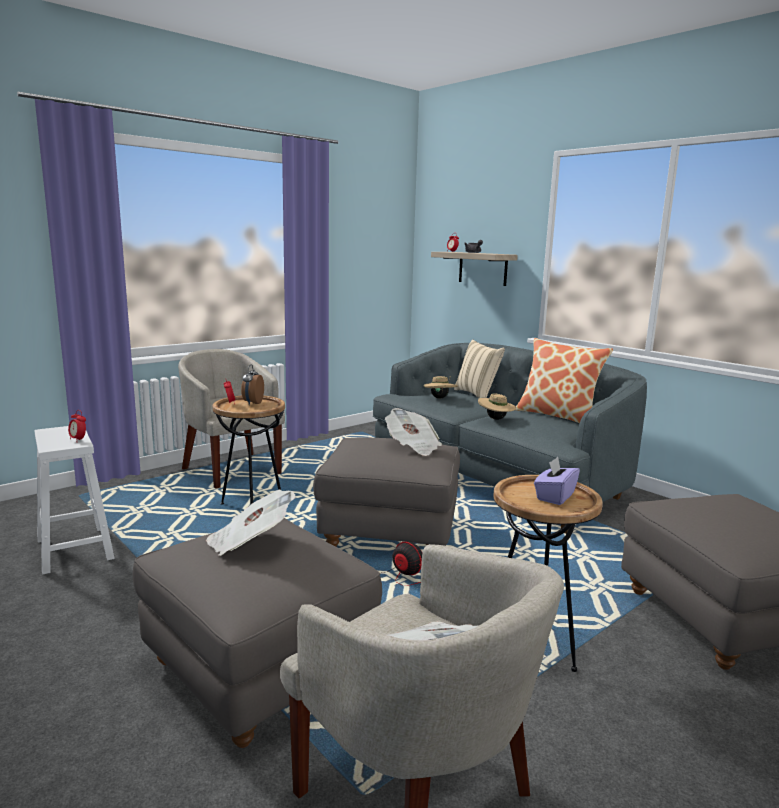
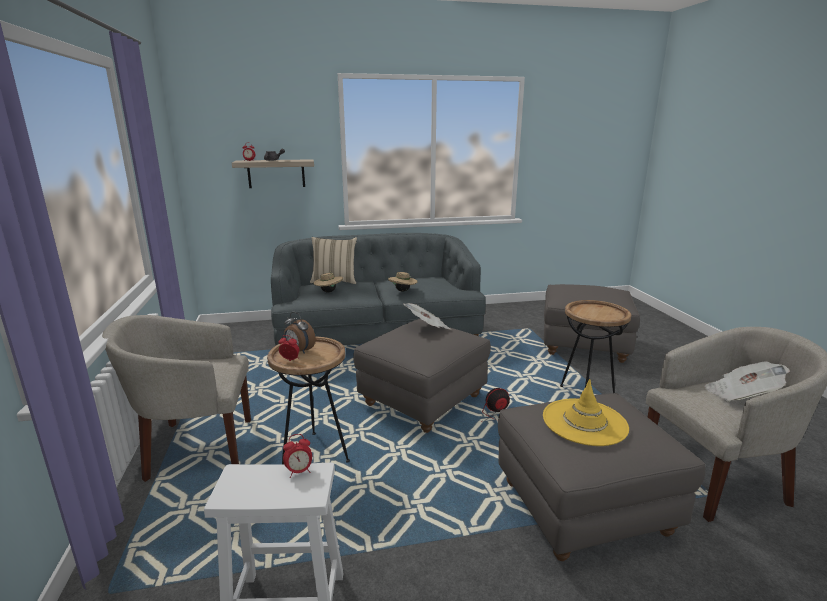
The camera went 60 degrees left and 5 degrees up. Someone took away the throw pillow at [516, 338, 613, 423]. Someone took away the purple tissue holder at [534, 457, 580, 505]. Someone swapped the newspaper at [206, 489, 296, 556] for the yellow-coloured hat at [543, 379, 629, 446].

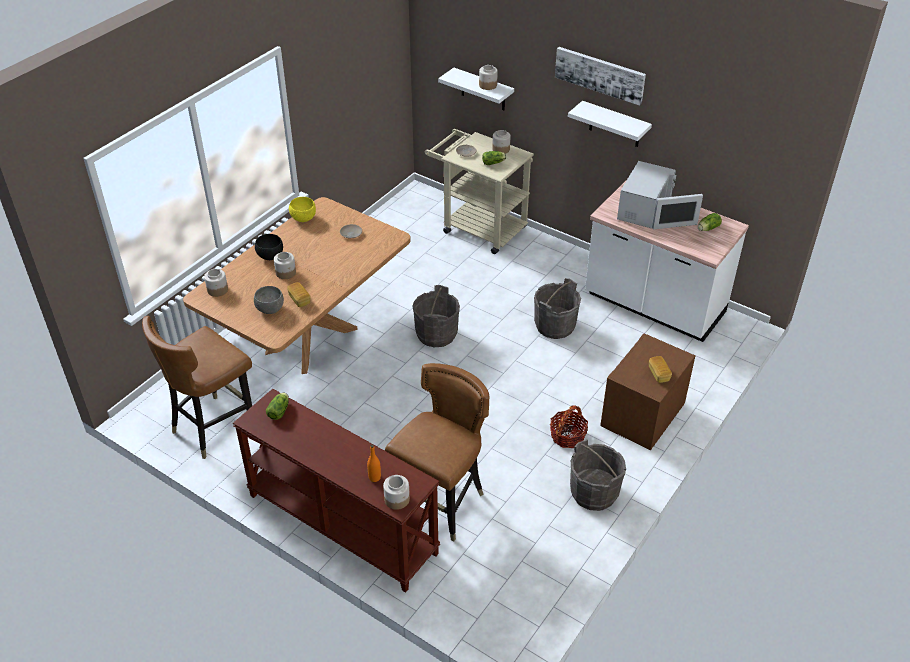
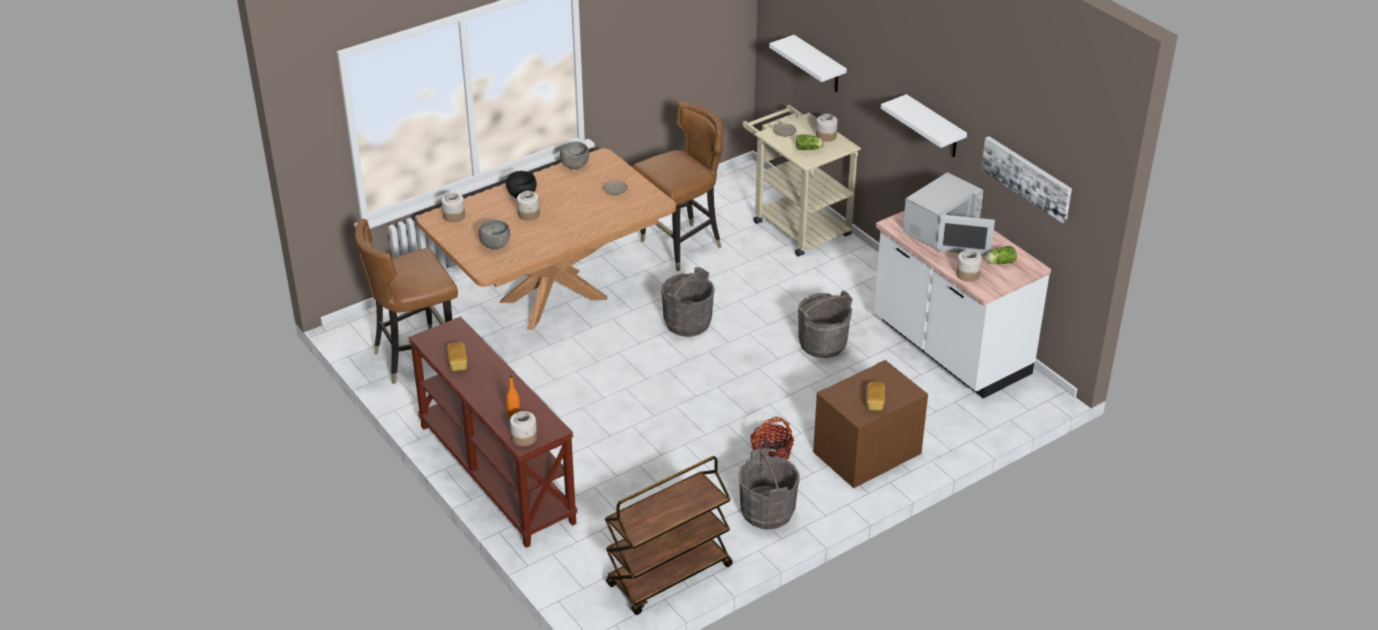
The camera went 20 degrees right and 5 degrees down. Someone took away the head of lettuce at [266, 393, 289, 420]. Someone put down the brown cart at [605, 456, 733, 615]. Someone carried the bakery bread from [287, 282, 311, 307] to [447, 342, 467, 371]. Someone carried the brown plain chair from [385, 363, 489, 541] to [632, 102, 723, 271]. Someone carried the preserve jar from [479, 65, 498, 90] to [956, 250, 982, 282]. Someone carried the wall picture from [555, 47, 646, 106] to [981, 136, 1072, 223]. Someone repainted the yellow-coloured bowl at [289, 197, 316, 222], which became the grey bowl at [560, 142, 589, 169].

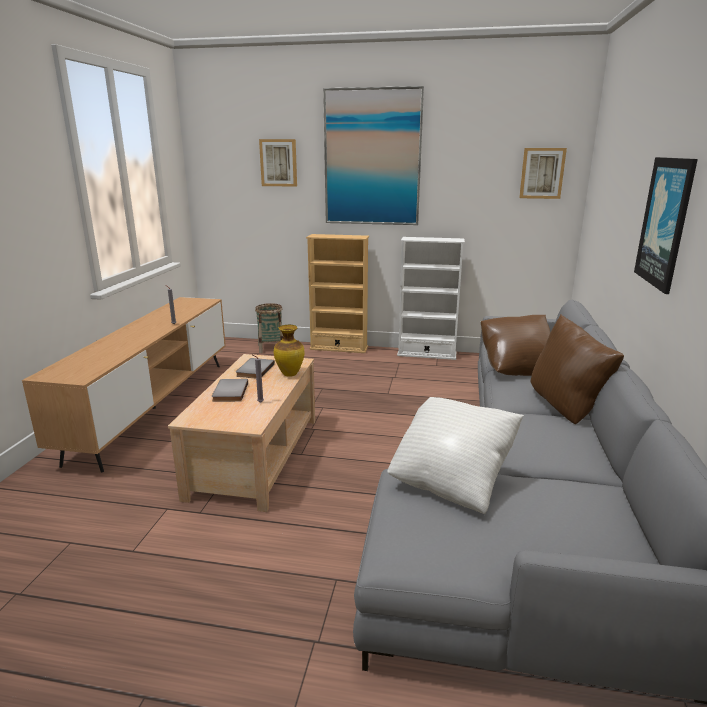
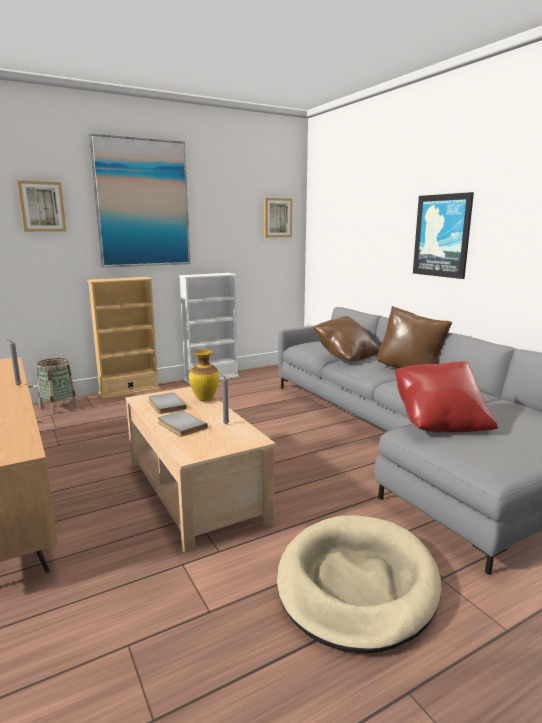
The camera went 40 degrees left and 5 degrees down. Someone put down the beige dog bed at [277, 515, 441, 653]. Someone repainted the white throw pillow at [387, 397, 524, 514], which became the red throw pillow at [395, 362, 498, 433].

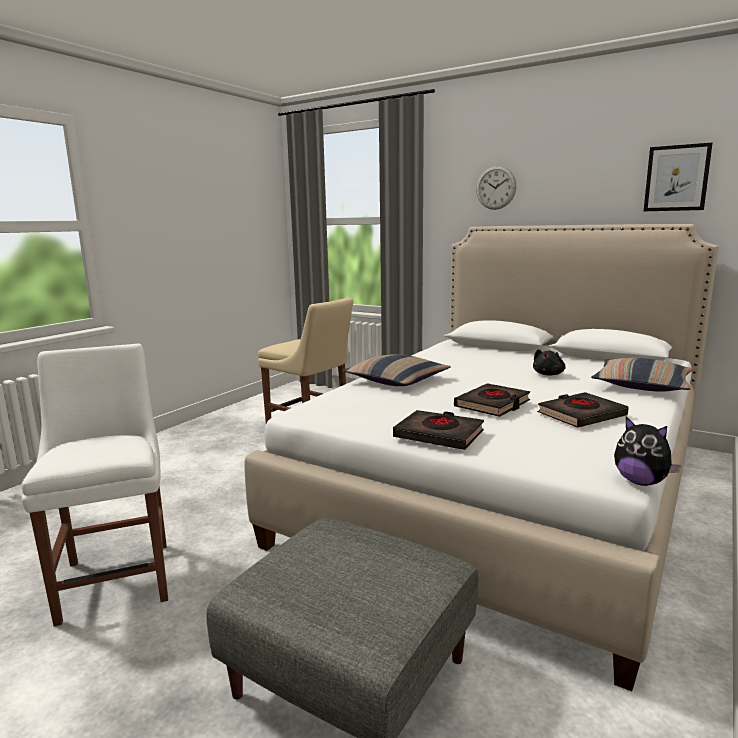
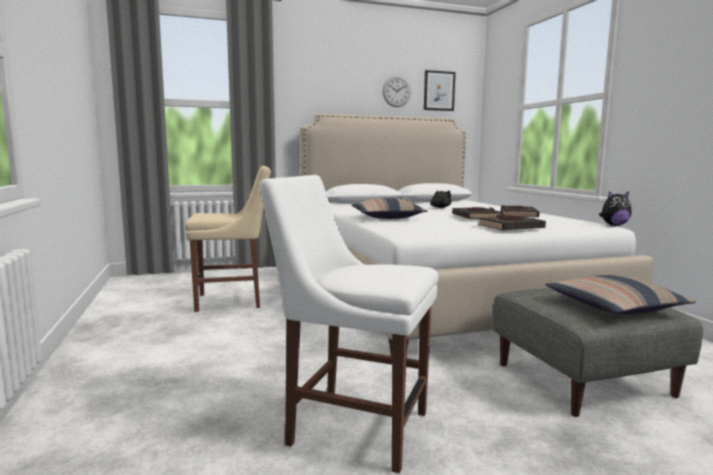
The camera went 50 degrees left and 5 degrees down. Someone carried the clock on the wall from [476, 166, 517, 210] to [383, 76, 411, 107]. Someone carried the throw pillow from [591, 358, 693, 392] to [545, 275, 696, 314].

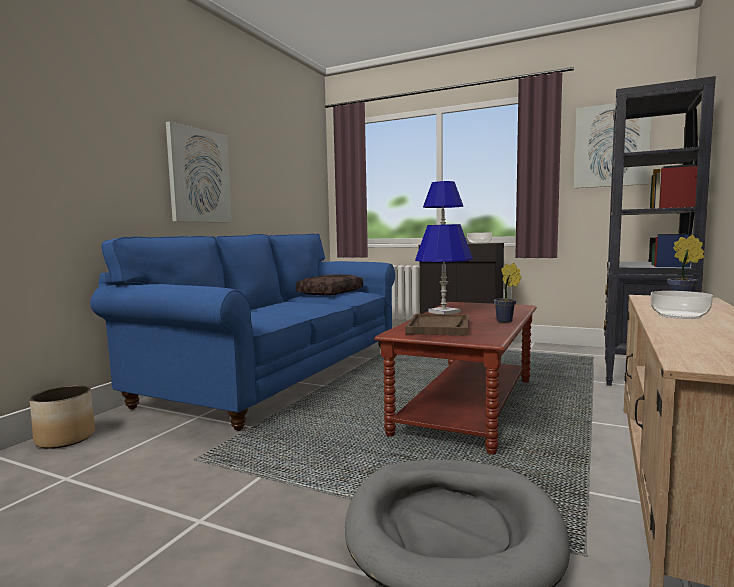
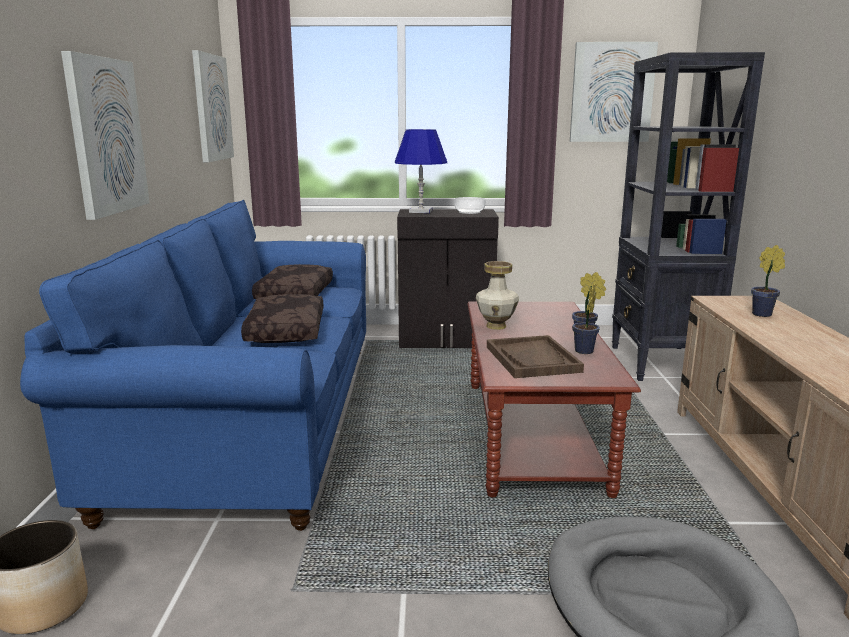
The camera went 25 degrees left and 10 degrees up. Someone took away the bowl at [651, 291, 713, 319]. Someone put up the wall picture at [192, 50, 234, 162]. Someone put down the brown throw pillow at [241, 294, 323, 343]. Someone put down the plant in a pot at [572, 284, 600, 354]. Someone swapped the blue-coloured tabletop lamp at [415, 224, 473, 314] for the vase at [476, 261, 519, 330].

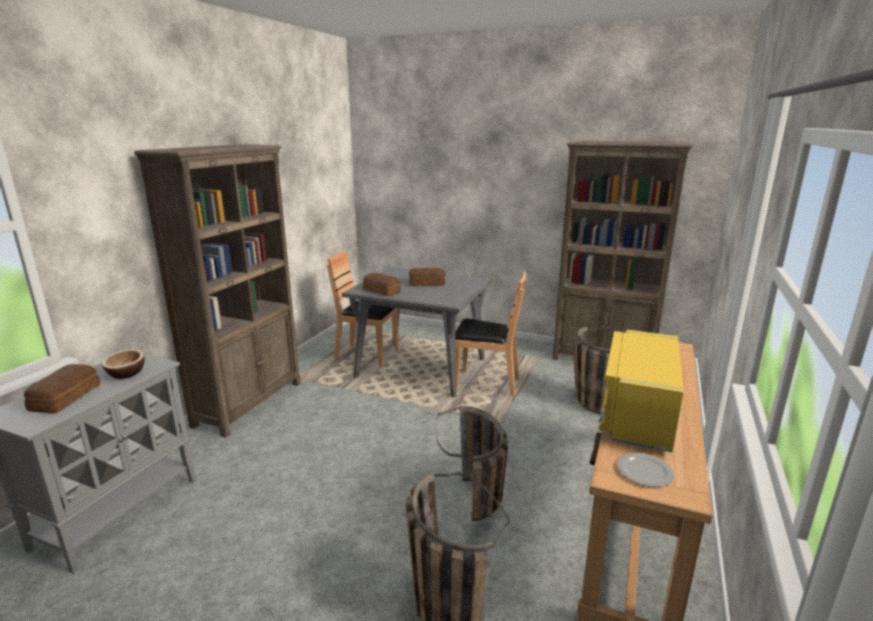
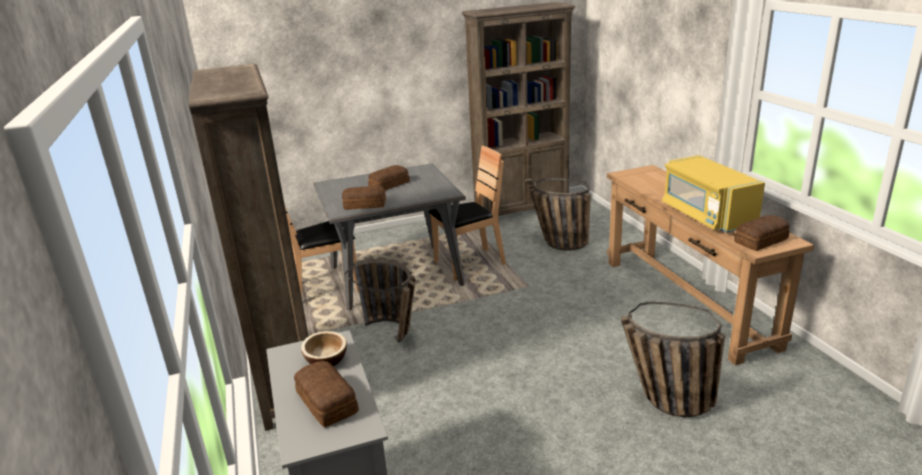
The camera went 40 degrees left and 5 degrees up. Someone carried the storage basket from [436, 406, 508, 521] to [344, 258, 416, 343]. Someone swapped the plate at [617, 453, 674, 487] for the bakery bread at [734, 215, 790, 251].

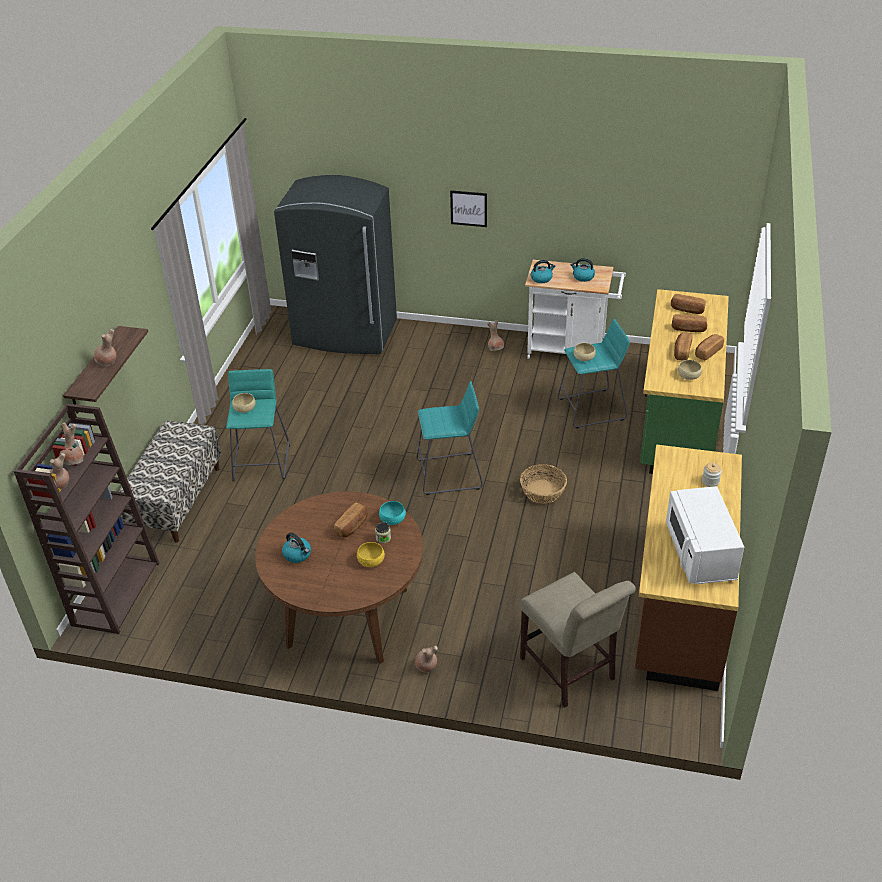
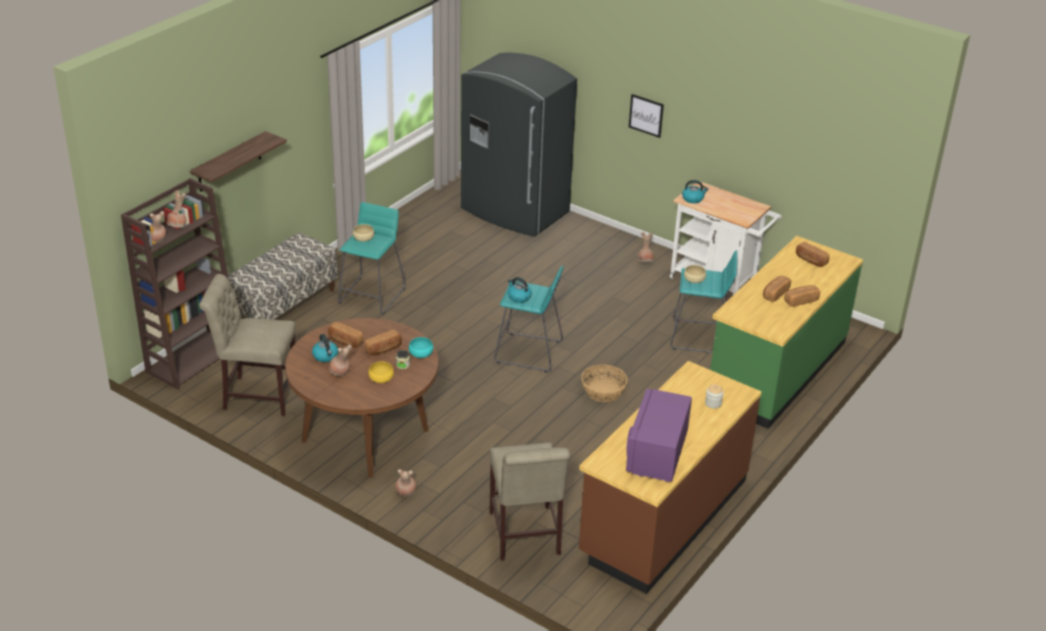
The camera went 20 degrees right and 5 degrees down. Someone took away the beige bowl at [678, 360, 702, 380]. Someone put down the beige plain chair at [199, 274, 296, 416]. Someone carried the brown vase from [94, 329, 116, 366] to [329, 344, 352, 376]. Someone carried the tea kettle from [570, 258, 595, 282] to [508, 277, 532, 303]. Someone carried the bakery bread from [672, 314, 707, 332] to [328, 322, 363, 348]. Someone repainted the white kitchen microwave at [666, 486, 744, 584], which became the purple kitchen microwave at [626, 389, 692, 482].

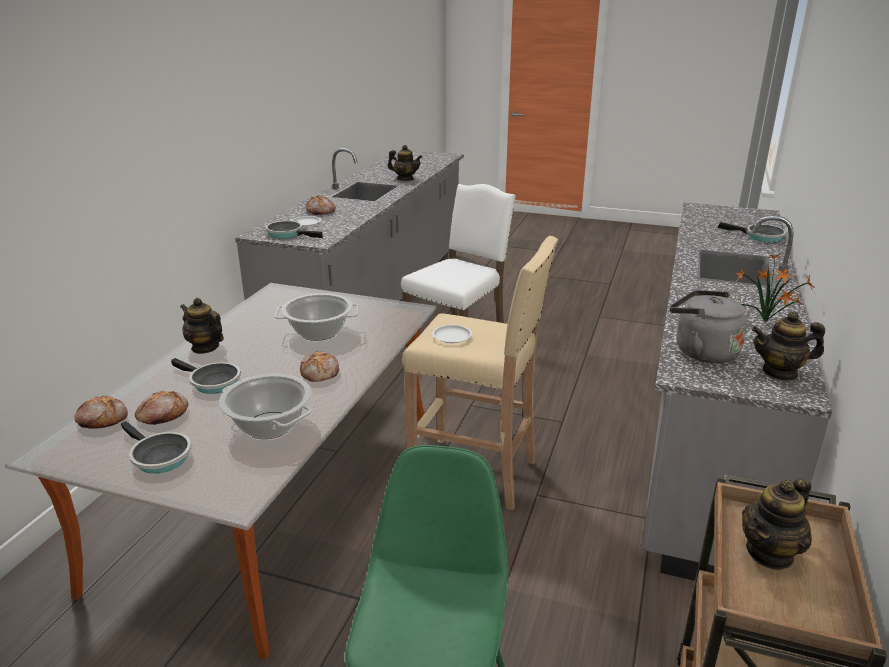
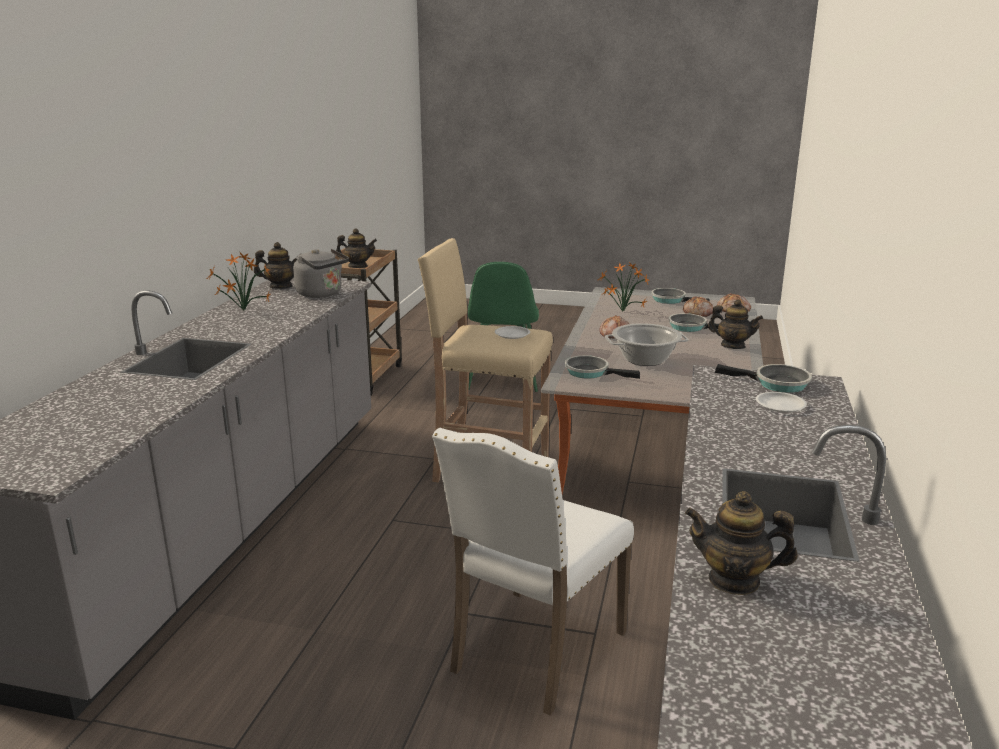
The camera went 175 degrees right and 5 degrees down. Someone took away the bakery bread at [306, 195, 336, 215]. Someone carried the pan from [718, 222, 786, 243] to [565, 355, 640, 379]. Someone swapped the stockpot at [219, 374, 312, 439] for the plant in a pot at [598, 262, 649, 312]. Someone rotated the teapot at [742, 478, 812, 570] by 45 degrees clockwise.

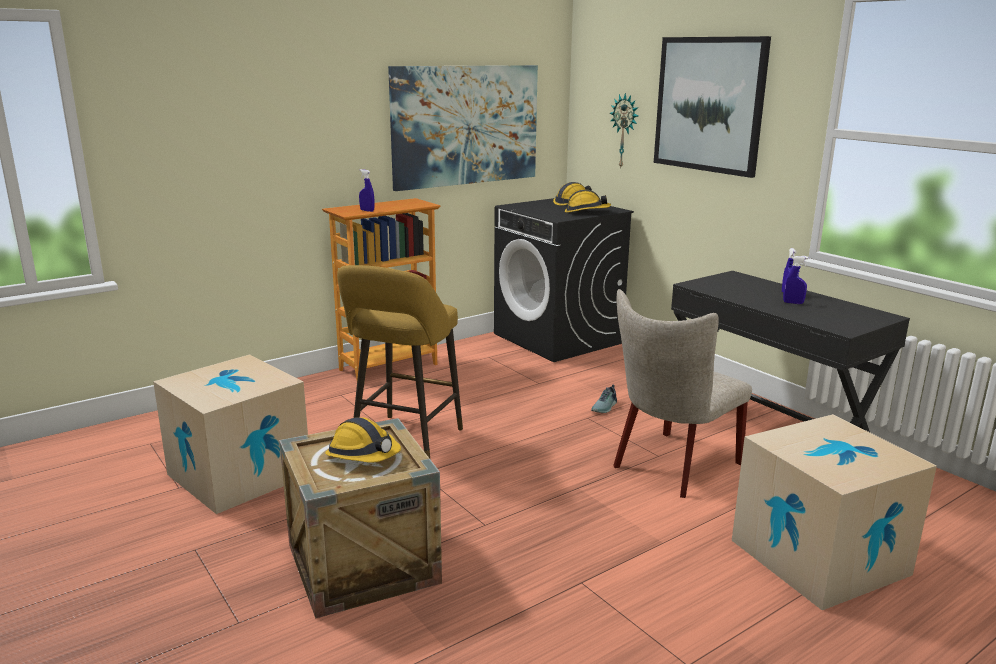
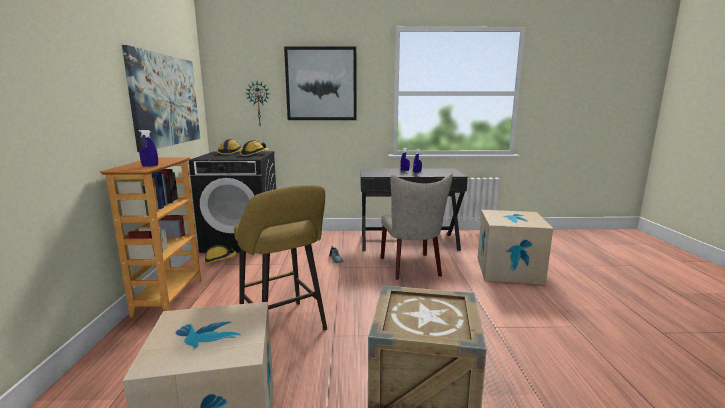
The camera went 55 degrees left and 5 degrees down. Someone carried the hard hat from [325, 417, 401, 463] to [204, 245, 237, 263].

